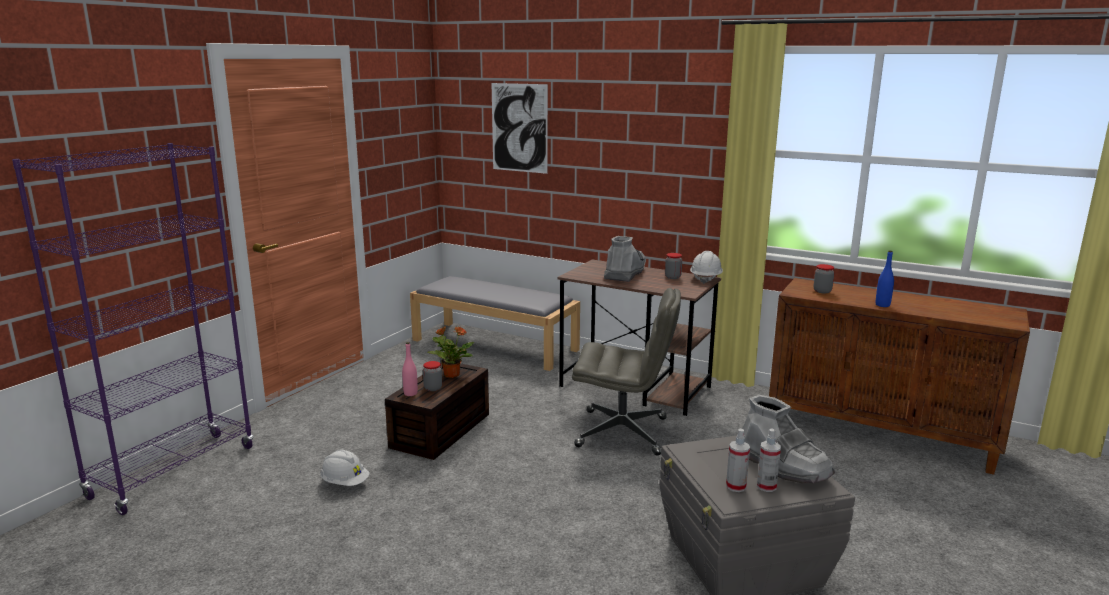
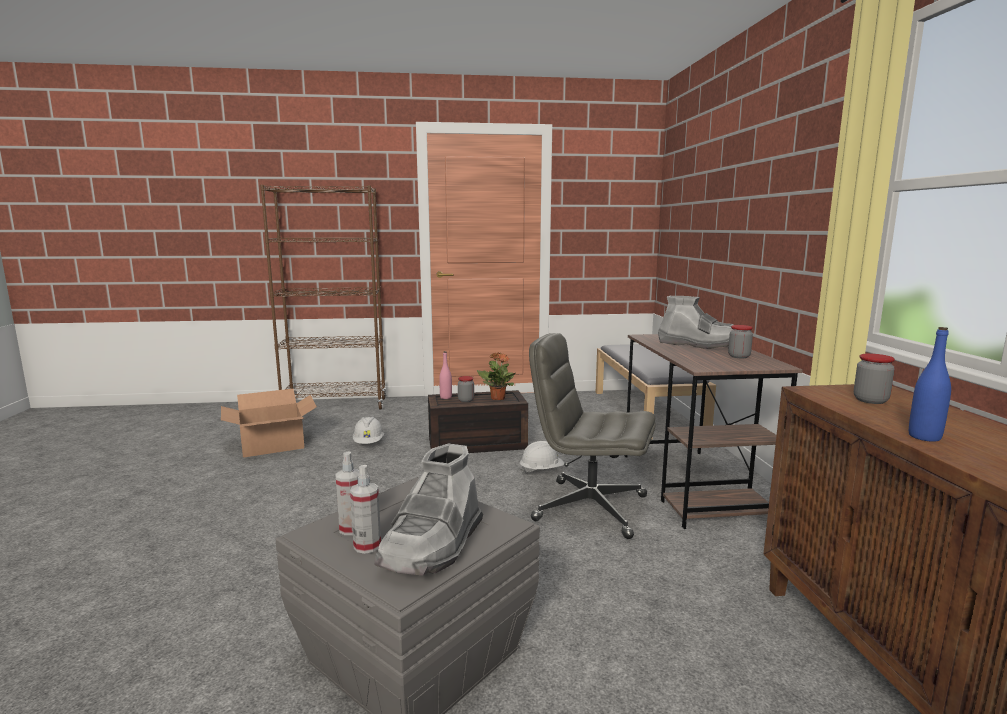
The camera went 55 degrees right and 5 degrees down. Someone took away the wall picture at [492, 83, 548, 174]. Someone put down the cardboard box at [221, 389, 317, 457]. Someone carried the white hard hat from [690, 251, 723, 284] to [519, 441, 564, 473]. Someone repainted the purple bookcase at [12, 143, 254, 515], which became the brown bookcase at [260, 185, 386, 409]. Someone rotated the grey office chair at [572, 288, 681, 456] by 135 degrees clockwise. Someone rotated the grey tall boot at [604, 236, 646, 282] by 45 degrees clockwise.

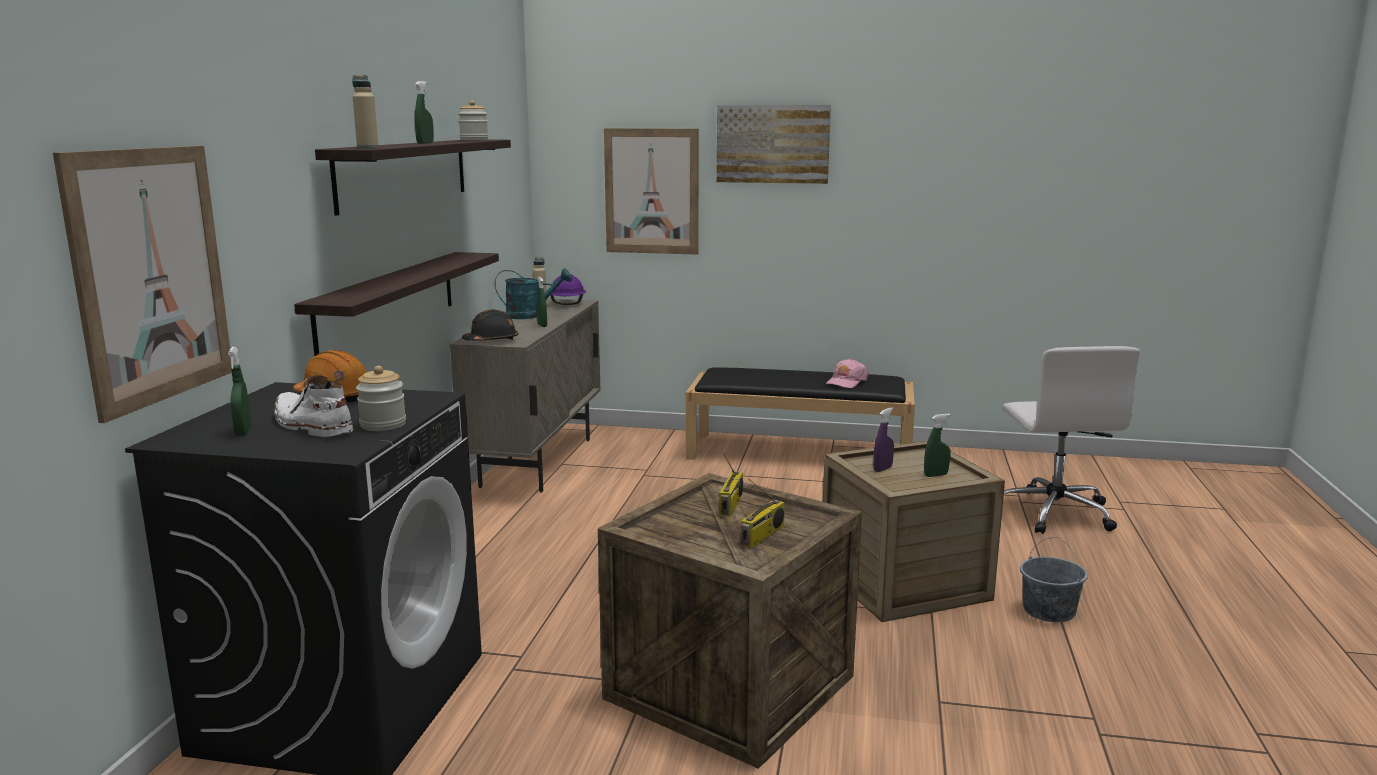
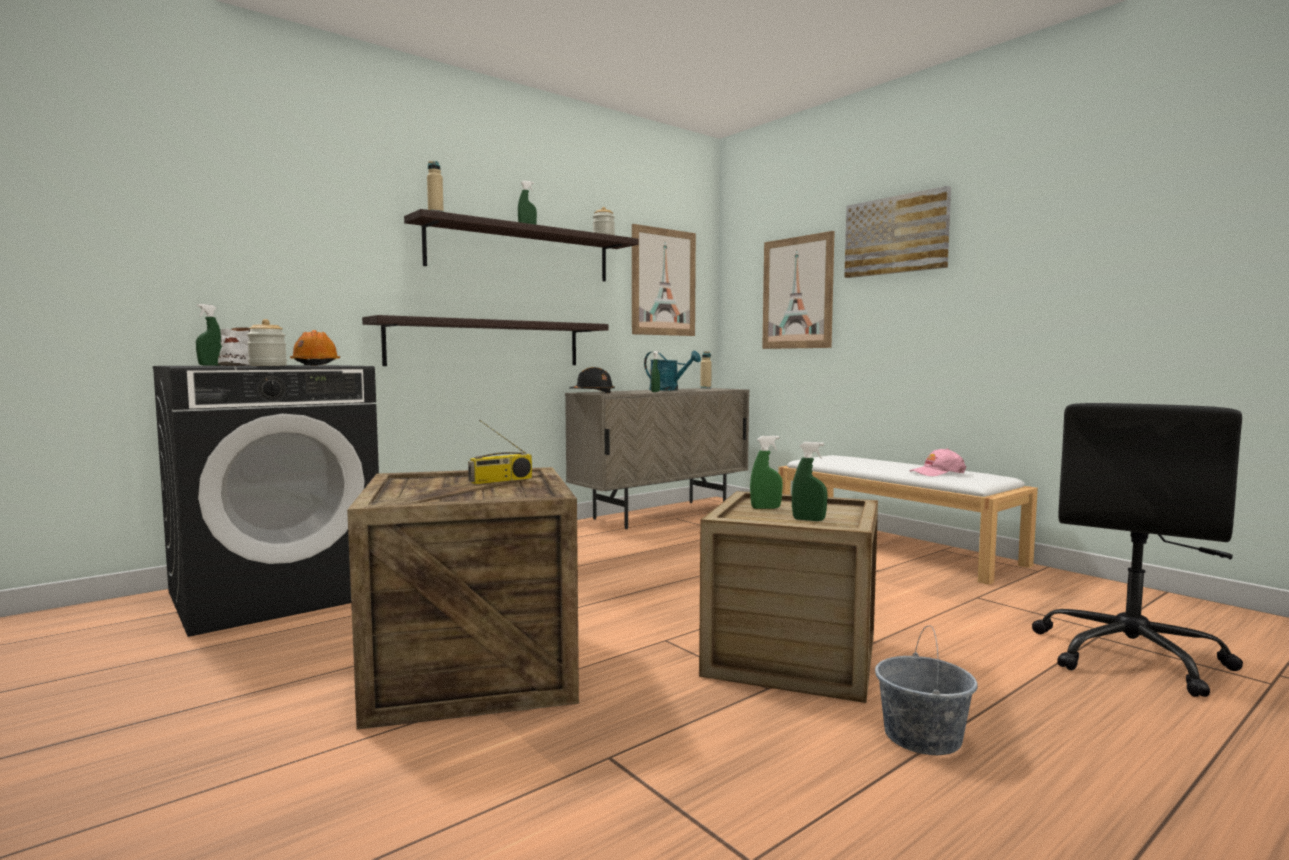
The camera went 40 degrees right and 10 degrees down. Someone took away the purple hard hat at [550, 274, 586, 305]. Someone took away the radio receiver at [741, 479, 785, 548]. Someone carried the wall picture from [53, 146, 232, 423] to [632, 224, 696, 336]. Someone repainted the black-coloured long seat at [685, 367, 915, 460], which became the white long seat at [778, 455, 1038, 585]. Someone repainted the purple sprayer at [873, 407, 894, 472], which became the green sprayer at [750, 435, 783, 509]. Someone repainted the white office chair at [1002, 346, 1140, 534], which became the black-coloured office chair at [1032, 403, 1243, 697].

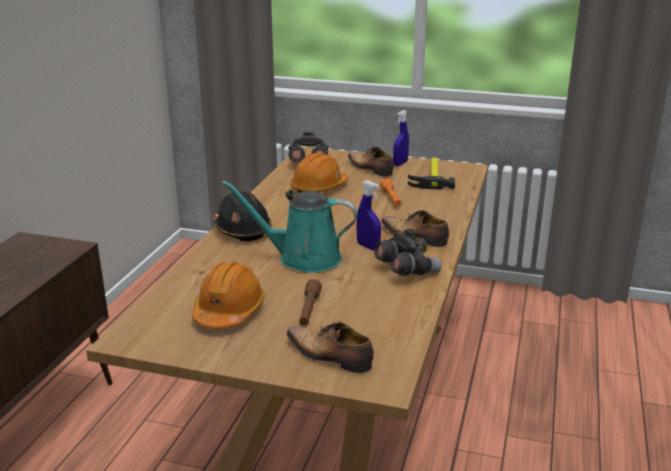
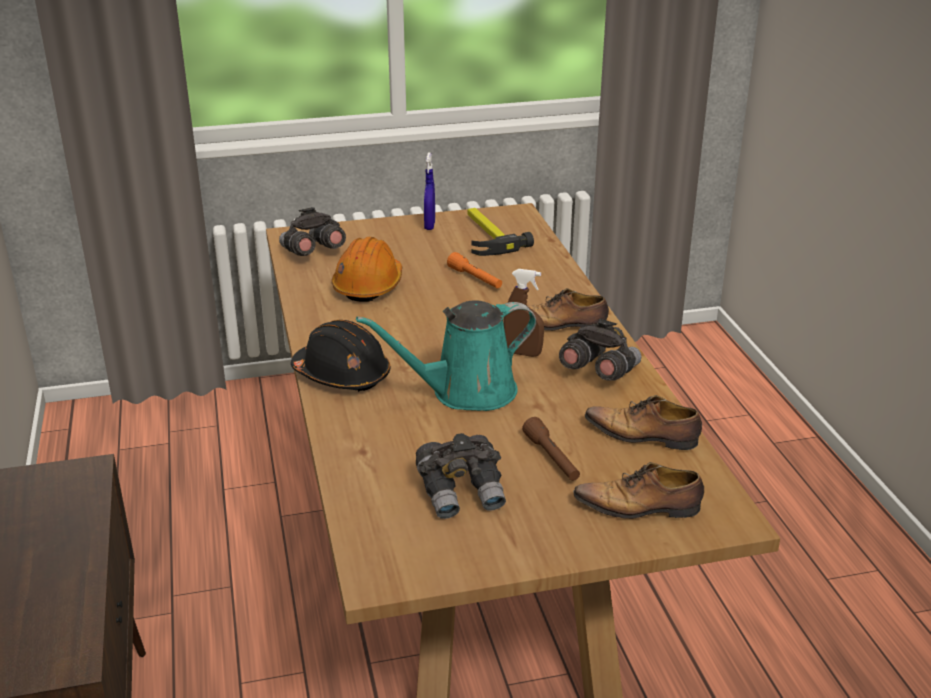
The camera went 30 degrees left and 5 degrees up. Someone carried the low shoe from [348, 147, 394, 177] to [585, 395, 702, 450]. Someone swapped the orange hard hat at [192, 262, 265, 328] for the grey pair of binoculars at [416, 433, 506, 519]. Someone repainted the blue-coloured sprayer at [357, 180, 381, 250], which became the brown sprayer at [503, 269, 544, 357].

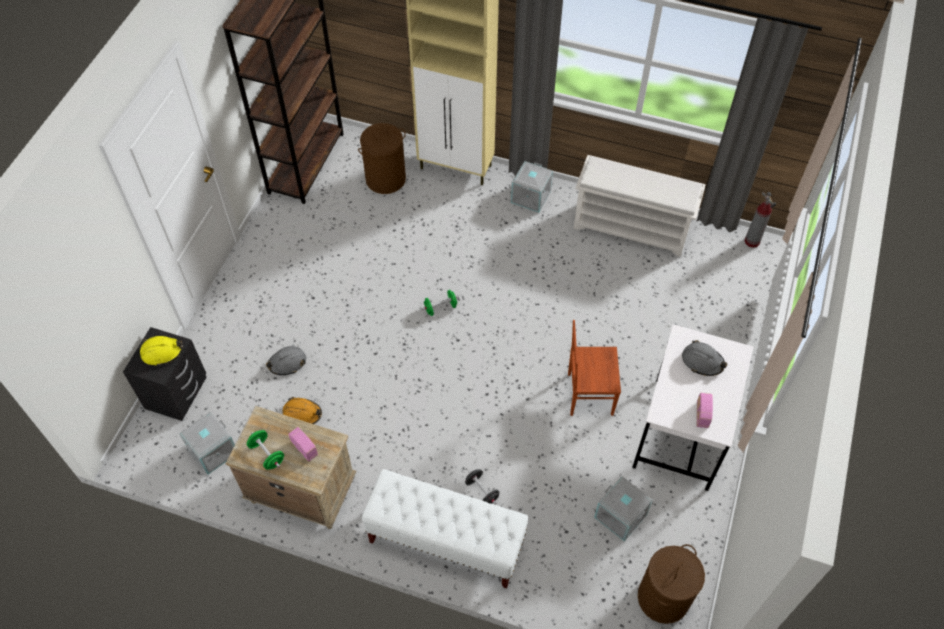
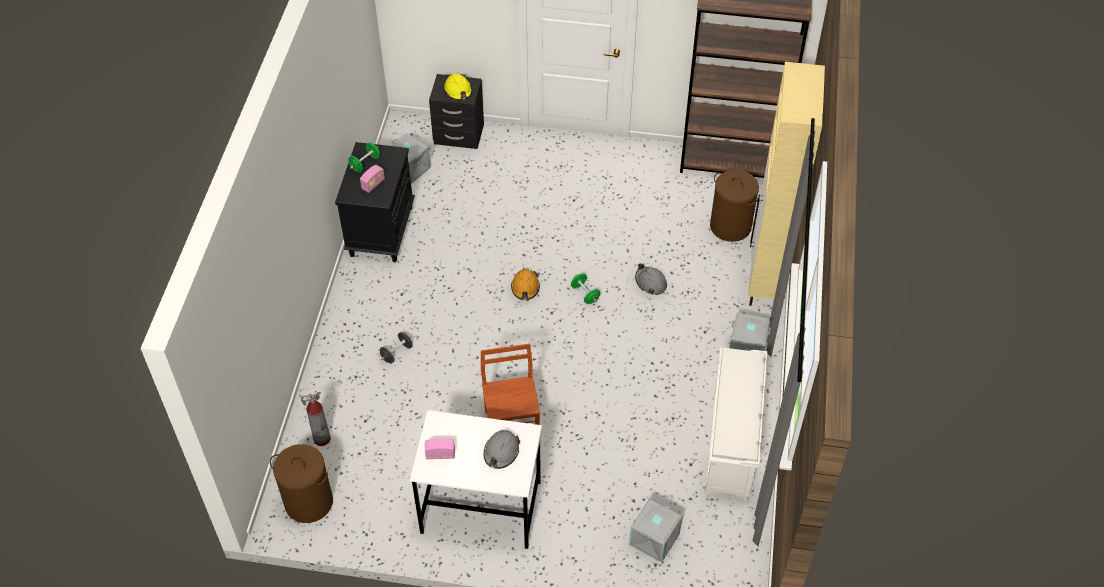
The camera went 80 degrees right and 5 degrees down. Someone took away the white long seat at [362, 469, 528, 589]. Someone carried the grey hard hat from [266, 346, 306, 375] to [635, 263, 667, 295]. Someone carried the orange hard hat from [282, 397, 322, 424] to [511, 269, 540, 300]. Someone carried the grey storage box from [594, 476, 653, 541] to [629, 498, 682, 563]. Someone carried the fire extinguisher from [745, 192, 776, 248] to [301, 392, 331, 446]. Someone repainted the beige nightstand at [226, 406, 356, 529], which became the black-coloured nightstand at [335, 142, 415, 262].

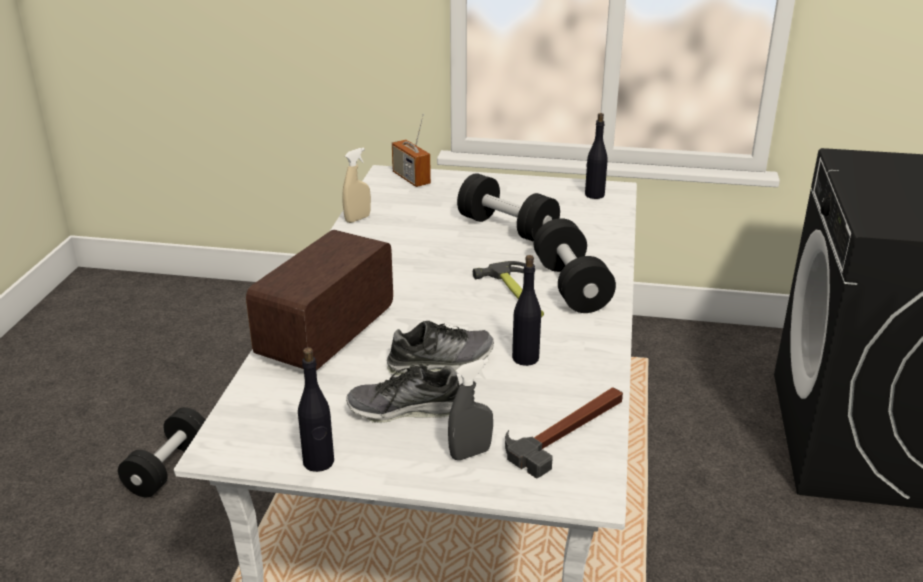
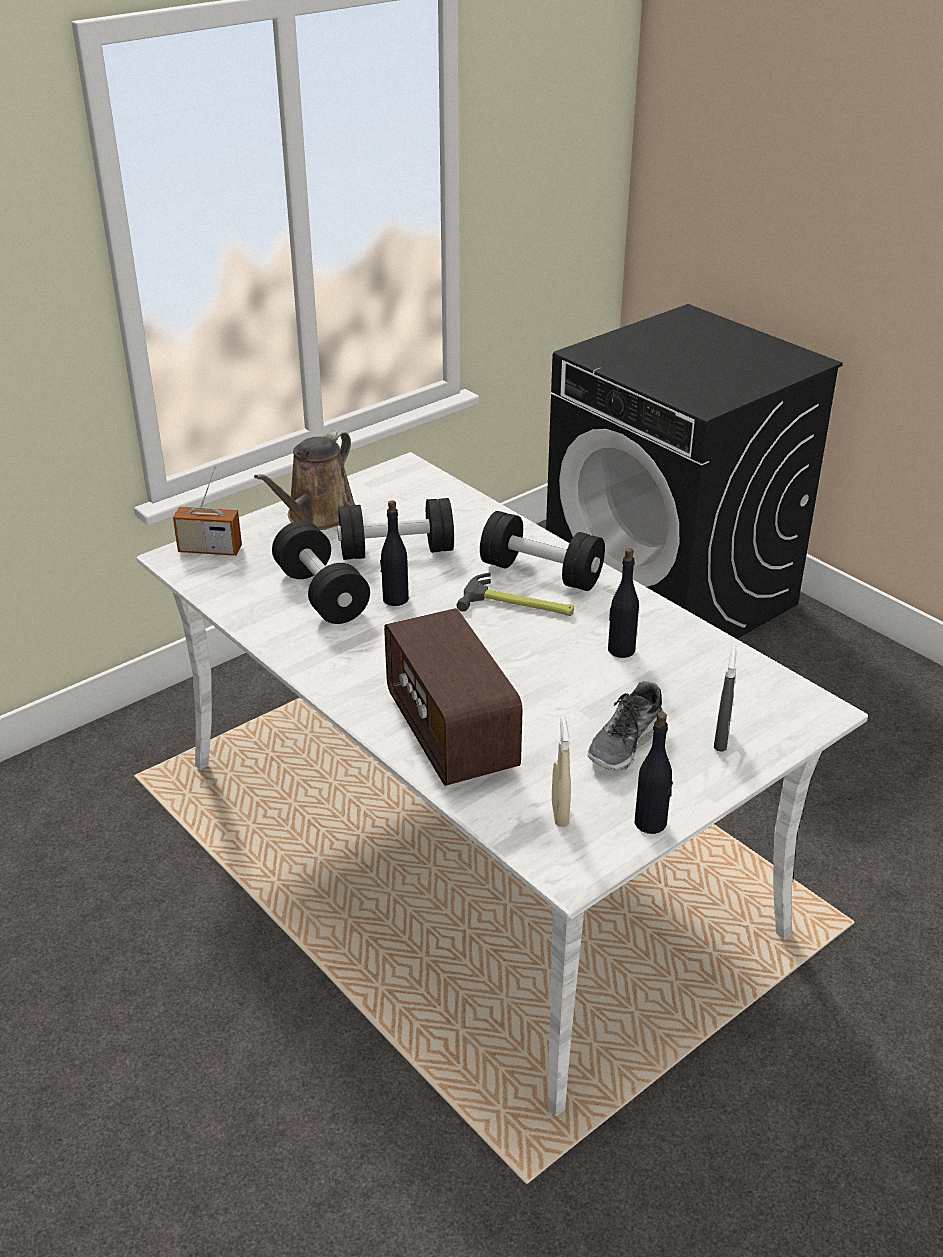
The camera went 50 degrees left and 5 degrees up. Someone took away the low shoe at [387, 321, 494, 376]. Someone took away the tool hammer at [505, 387, 623, 479]. Someone put down the brown watering can at [254, 430, 356, 530]. Someone carried the black-coloured free weight from [118, 407, 205, 497] to [272, 521, 370, 624]. Someone carried the beige sprayer from [342, 147, 371, 223] to [552, 714, 571, 827]. Someone carried the black-coloured bottle from [585, 113, 608, 199] to [380, 500, 409, 606].

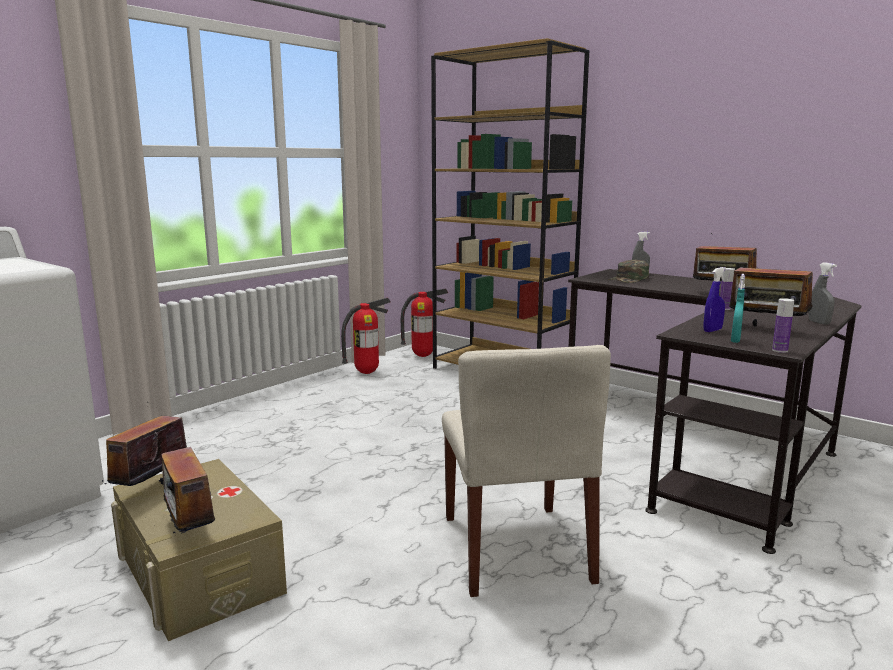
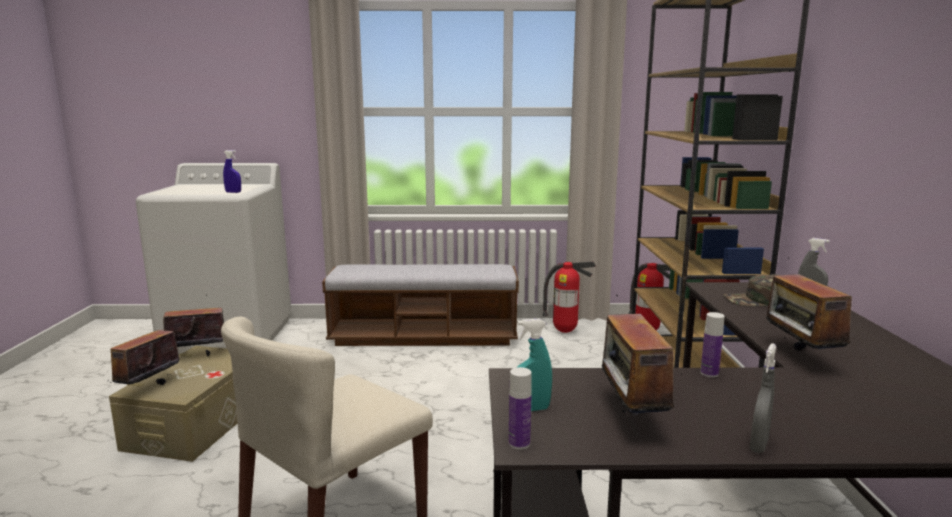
The camera went 50 degrees right and 0 degrees up. Someone put down the long seat at [322, 264, 519, 346]. Someone carried the blue-coloured sprayer from [703, 267, 726, 332] to [223, 150, 241, 193].

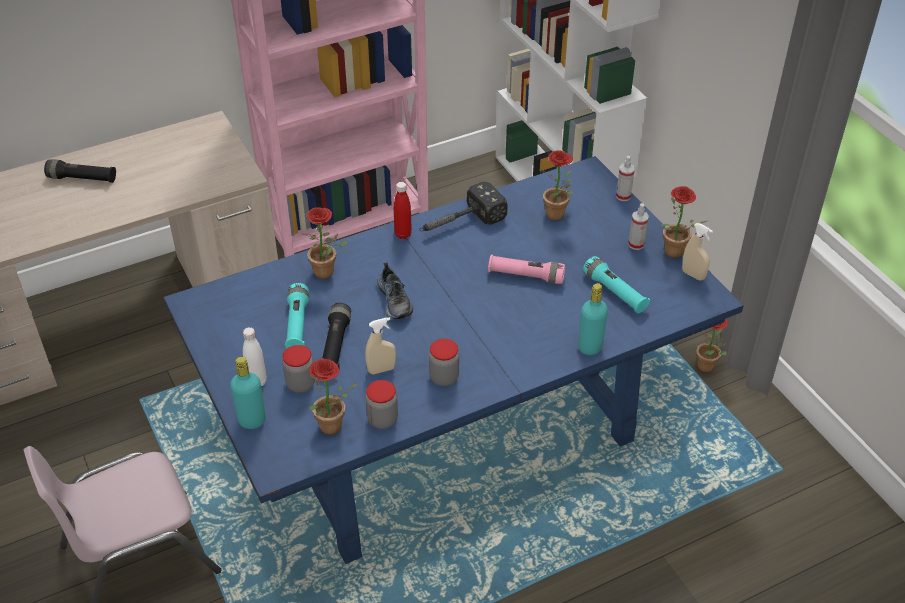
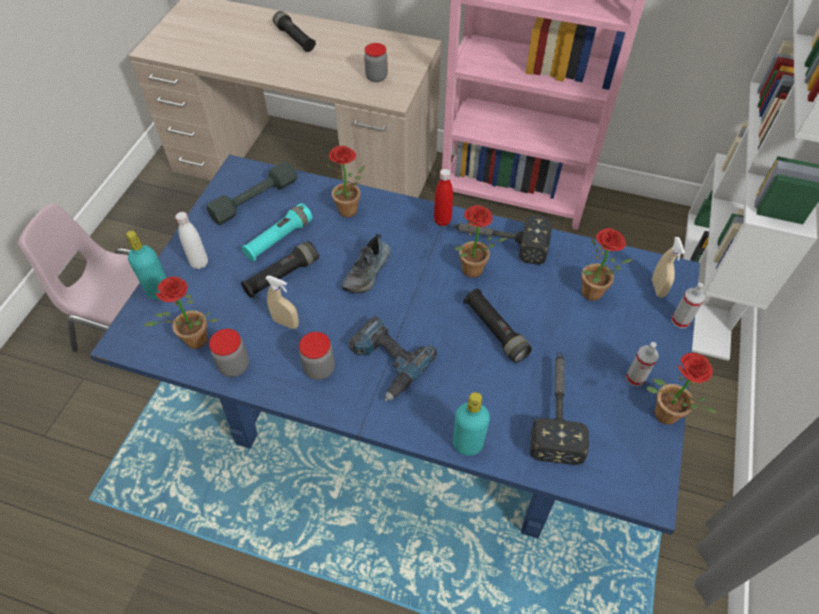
The camera went 45 degrees right and 10 degrees up. Someone put down the grey free weight at [206, 161, 298, 225]. Someone put down the electric drill at [349, 316, 437, 401]. Someone carried the preserve jar from [282, 345, 315, 393] to [364, 43, 388, 82]. Someone carried the beige sprayer from [682, 223, 713, 280] to [652, 237, 685, 298]. Someone carried the plant in a pot from [696, 319, 728, 373] to [454, 205, 507, 278]. Someone swapped the turquoise torch at [583, 256, 650, 313] for the tool hammer at [530, 352, 589, 465]. Someone repainted the pinkish torch at [488, 254, 565, 284], which became the black-coloured torch at [464, 289, 532, 363].

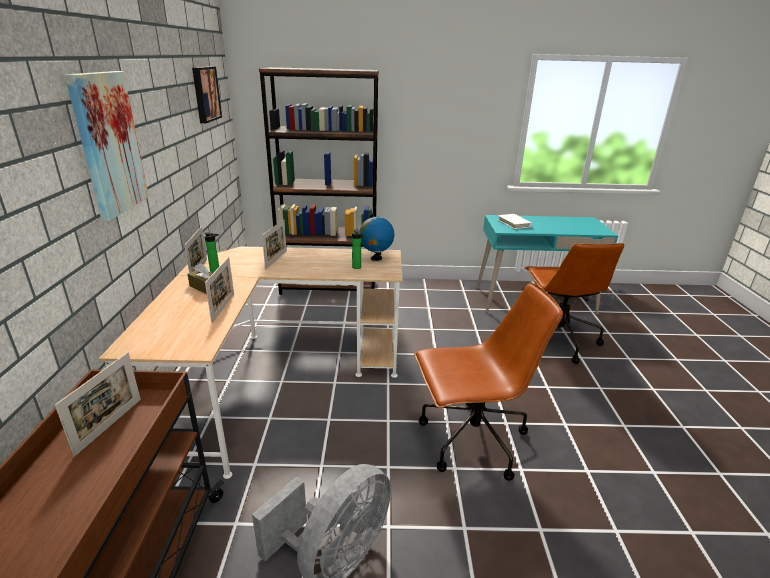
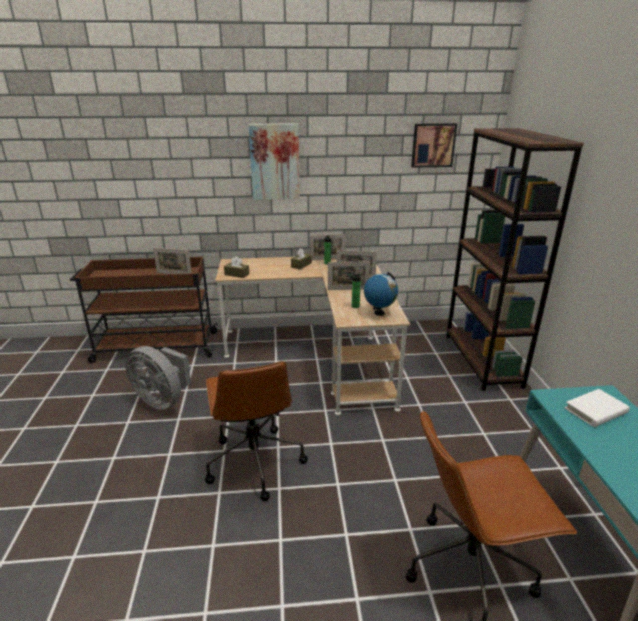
The camera went 85 degrees right and 0 degrees up. Someone put down the brown tissue holder at [224, 257, 249, 278]. Someone carried the photo frame from [205, 257, 234, 323] to [328, 261, 370, 290].

